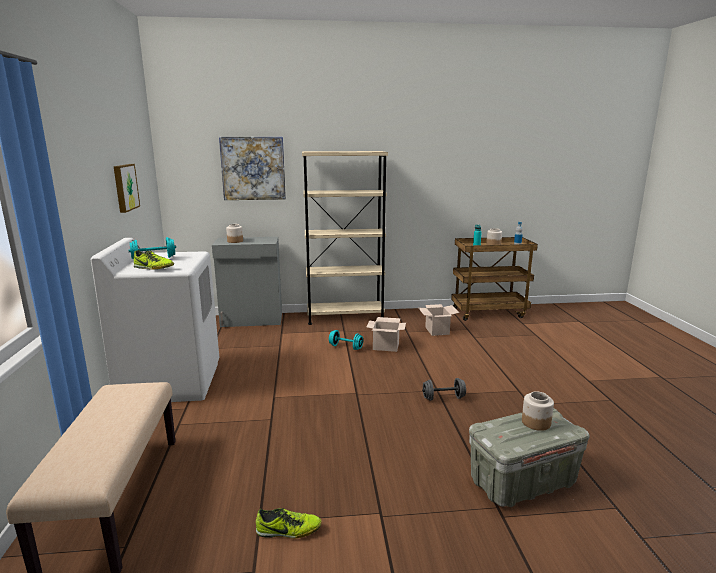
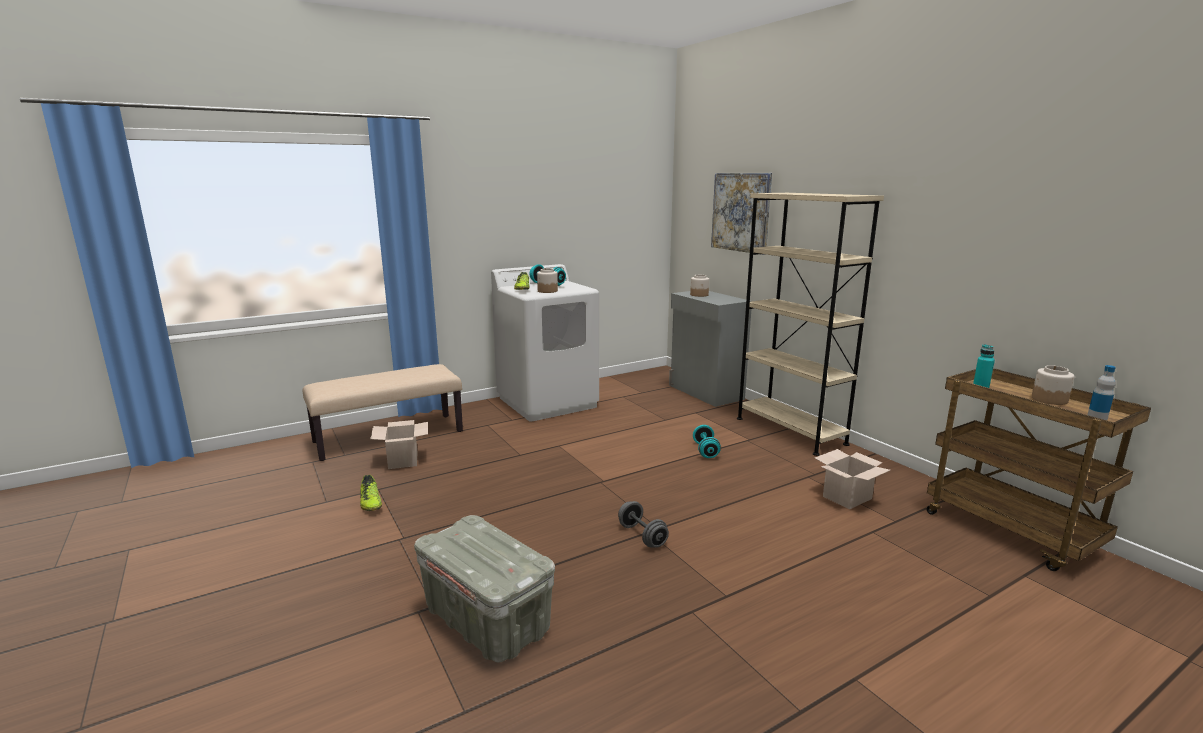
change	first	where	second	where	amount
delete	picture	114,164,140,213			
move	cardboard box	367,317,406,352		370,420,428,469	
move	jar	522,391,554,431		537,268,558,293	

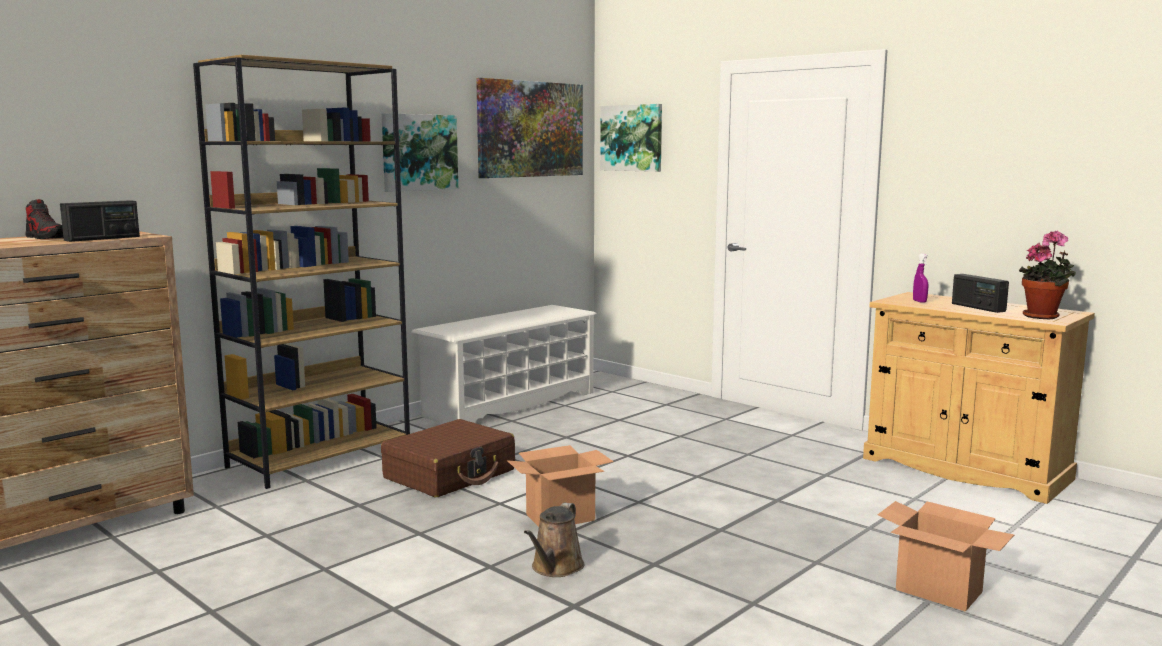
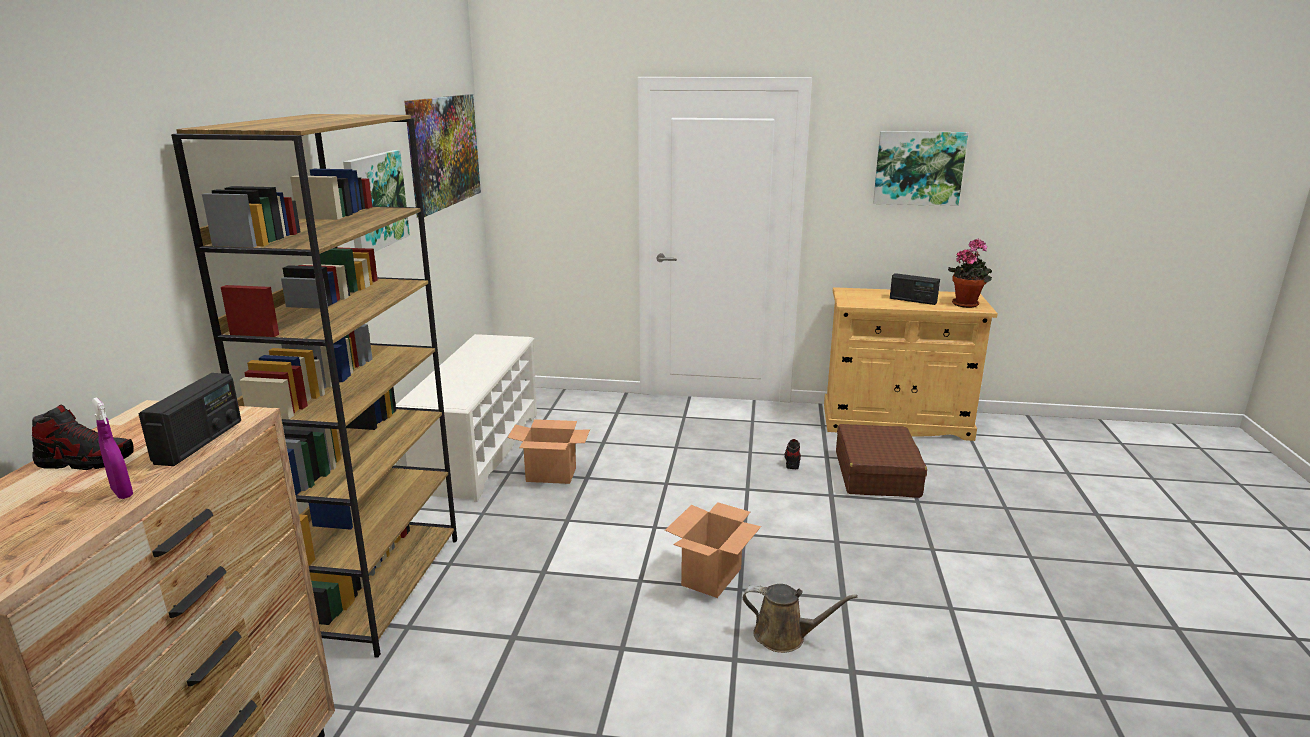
change	first	where	second	where	amount
insert			shoe	785,439,801,469	
move	brown suitcase	381,419,515,498		836,424,927,498	
move	picture	600,104,662,172		873,131,968,206	
move	cardboard box	878,501,1014,612		507,419,590,484	
move	purple spray bottle	913,254,928,303		92,397,133,499	
rotate	brown watering can	524,503,584,577		743,584,858,653	60 degrees counterclockwise

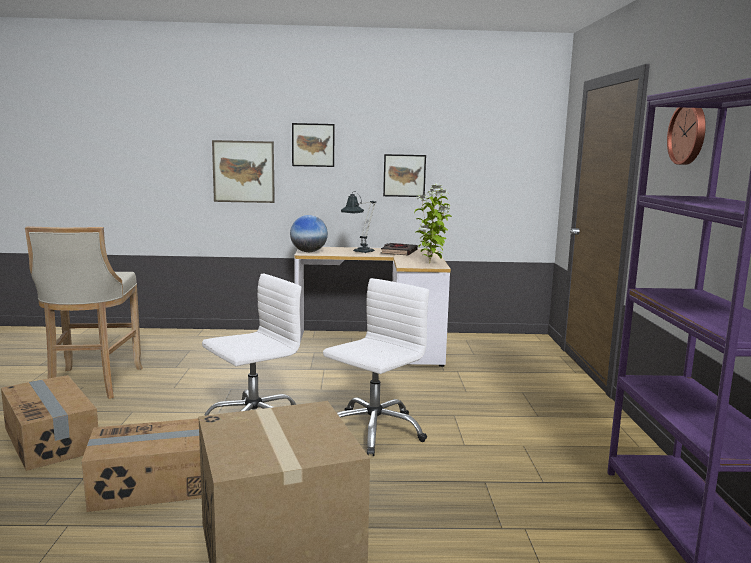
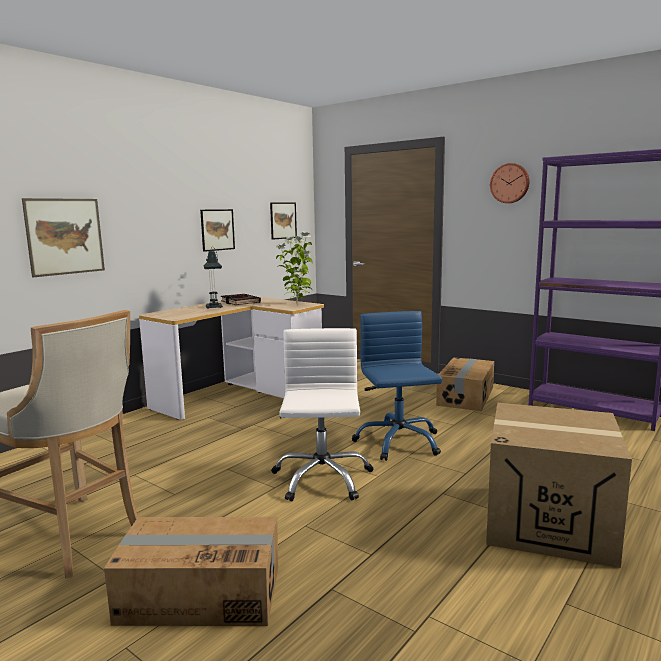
change	first	where	second	where	amount
delete	globe	290,215,328,252			
move	cardboard box	81,418,202,512		436,358,494,411	
move	picture	292,123,335,167		270,202,297,240	
recolor	white office chair	323,278,429,456	blue office chair	352,311,442,461	

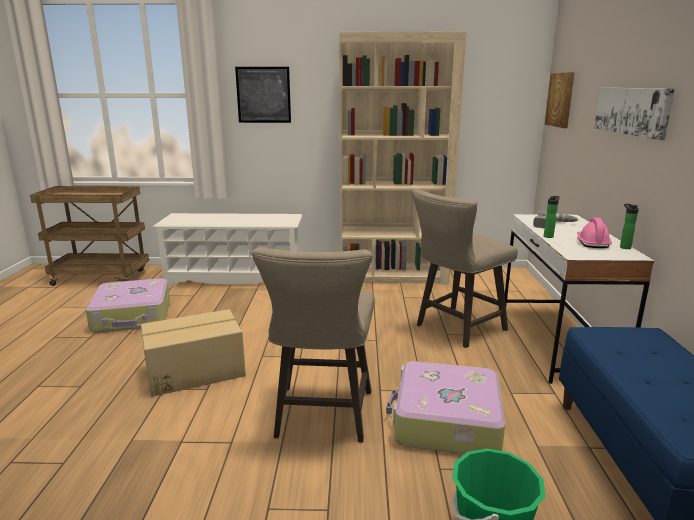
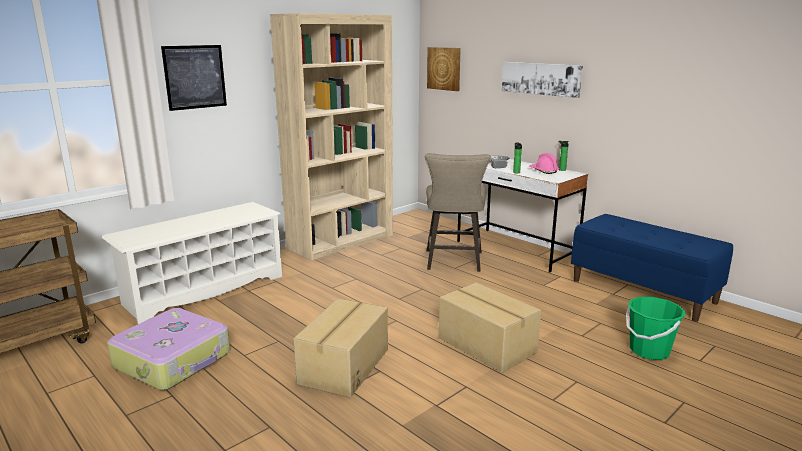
change	first	where	second	where	amount
delete	suitcase	386,361,505,454			
replace	beige stool	252,247,375,442	cardboard box	439,282,541,373	

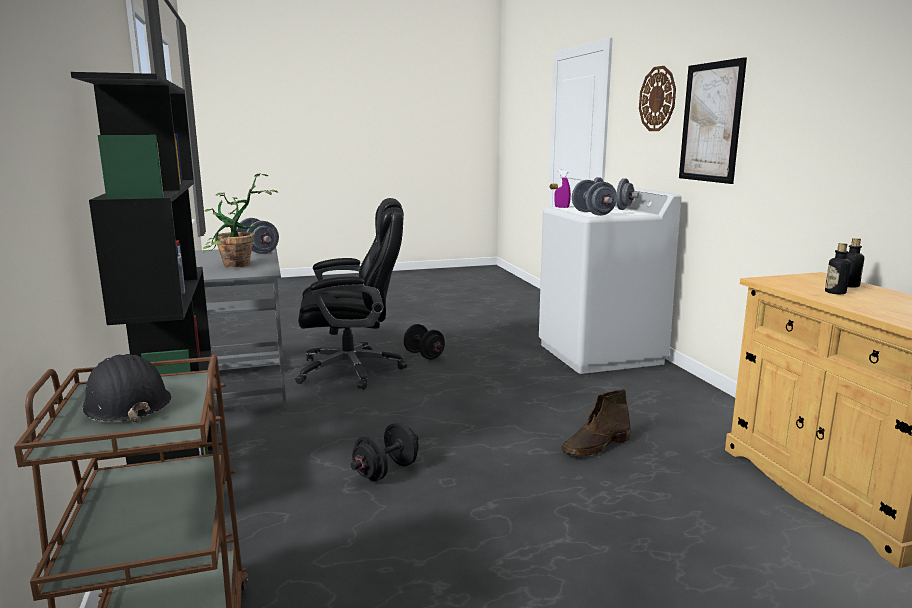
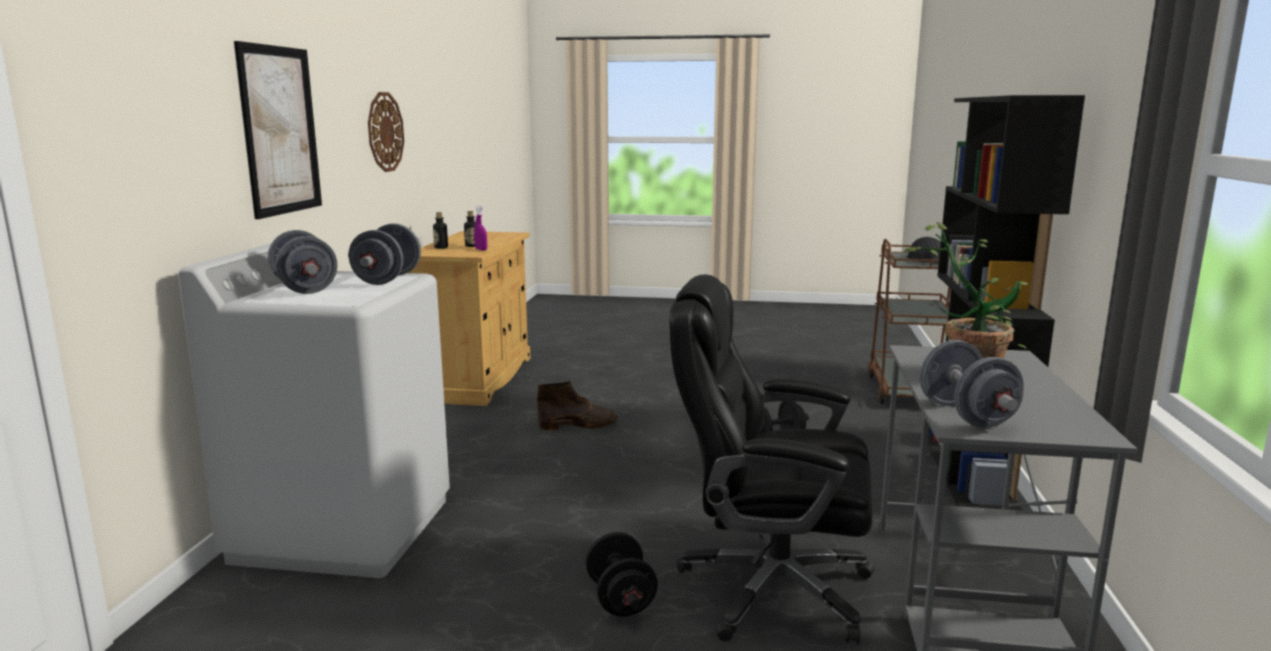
change	first	where	second	where	amount
move	purple spray bottle	554,170,571,208		474,206,487,250	
move	wall clock	639,66,676,131		368,92,404,172	

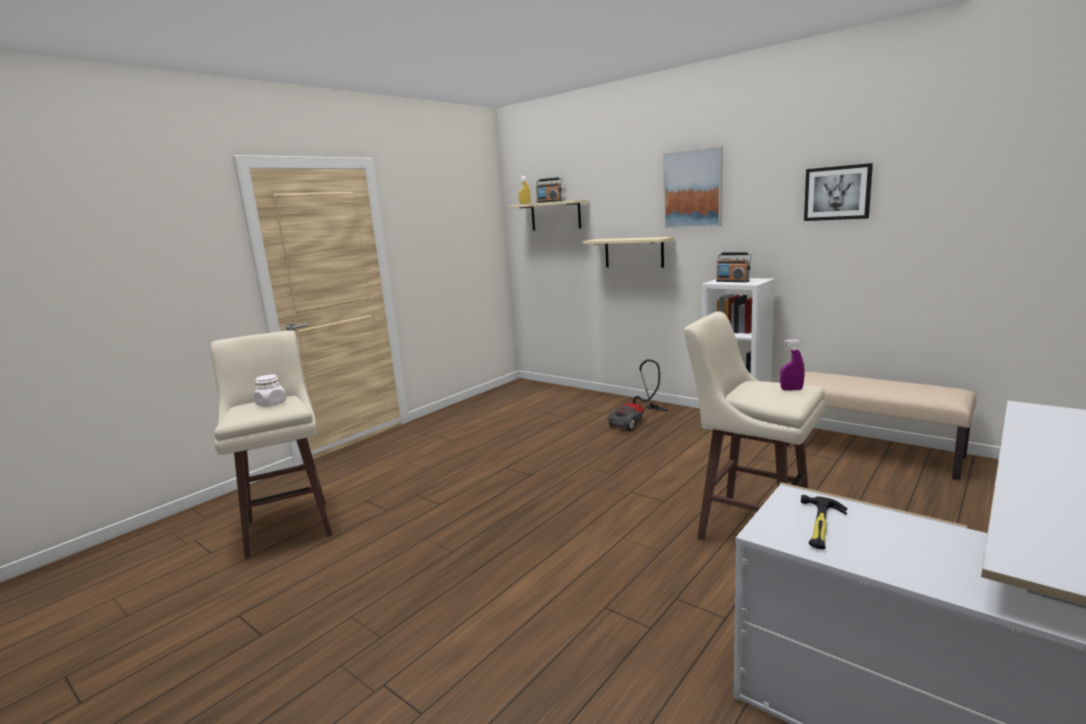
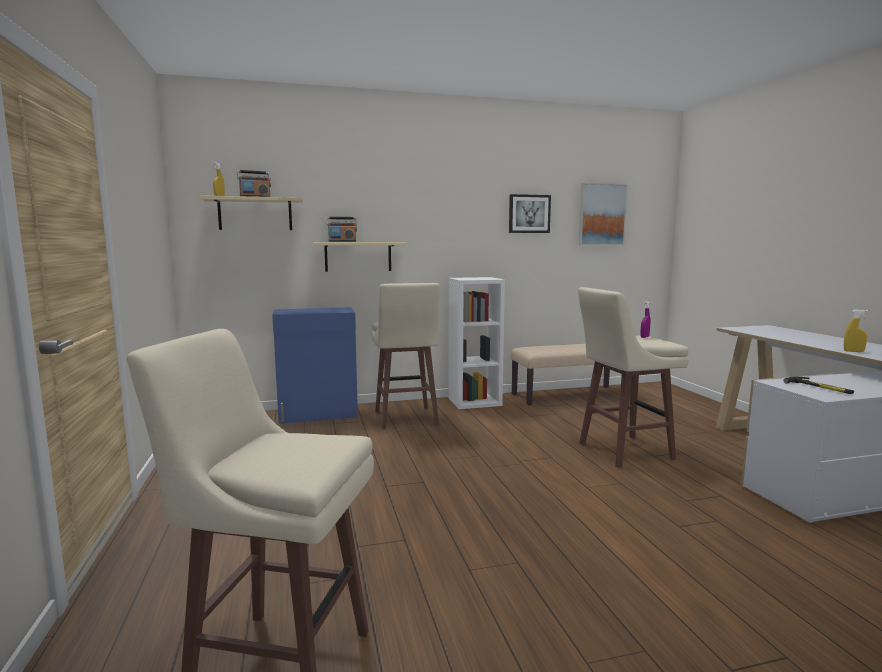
change	first	where	second	where	amount
delete	white jar	254,374,287,407			
insert			blue cabinet	272,307,358,424	
insert			yellow spray bottle	844,310,868,352	
move	picture	663,146,723,229		579,183,628,245	
move	radio	716,252,752,282		327,217,357,242	
replace	vacuum cleaner	608,359,669,431	beige stool	371,283,440,429	

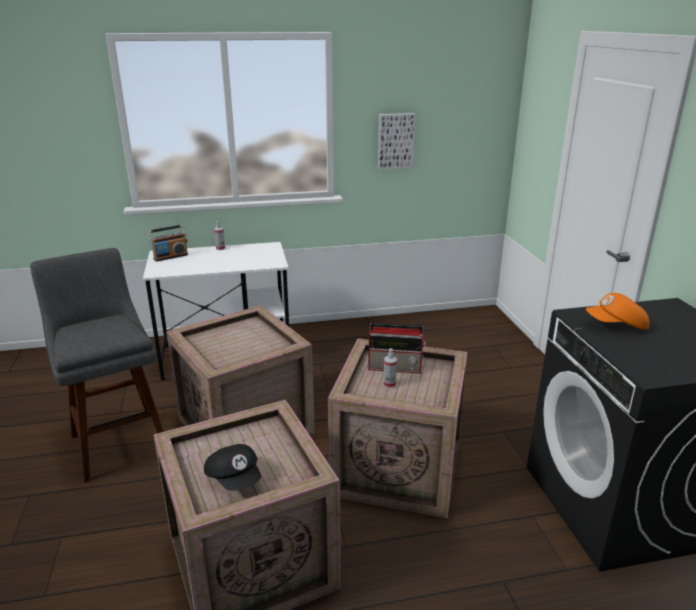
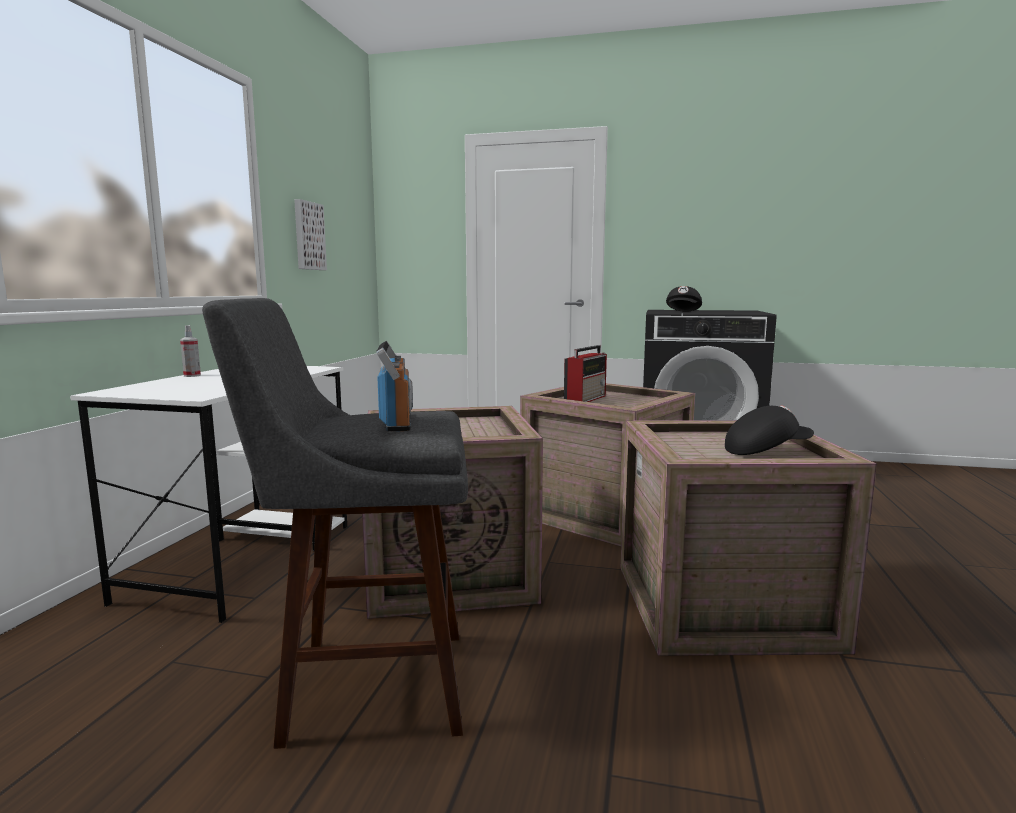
change	first	where	second	where	amount
delete	spray bottle	383,348,397,388			
move	radio	148,225,188,262		376,341,413,432	
recolor	orange cap	586,293,650,330	black cap	666,286,702,312	

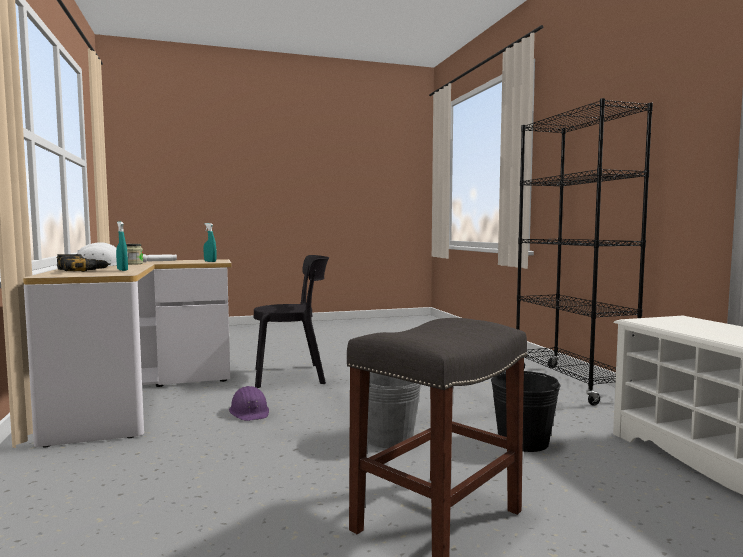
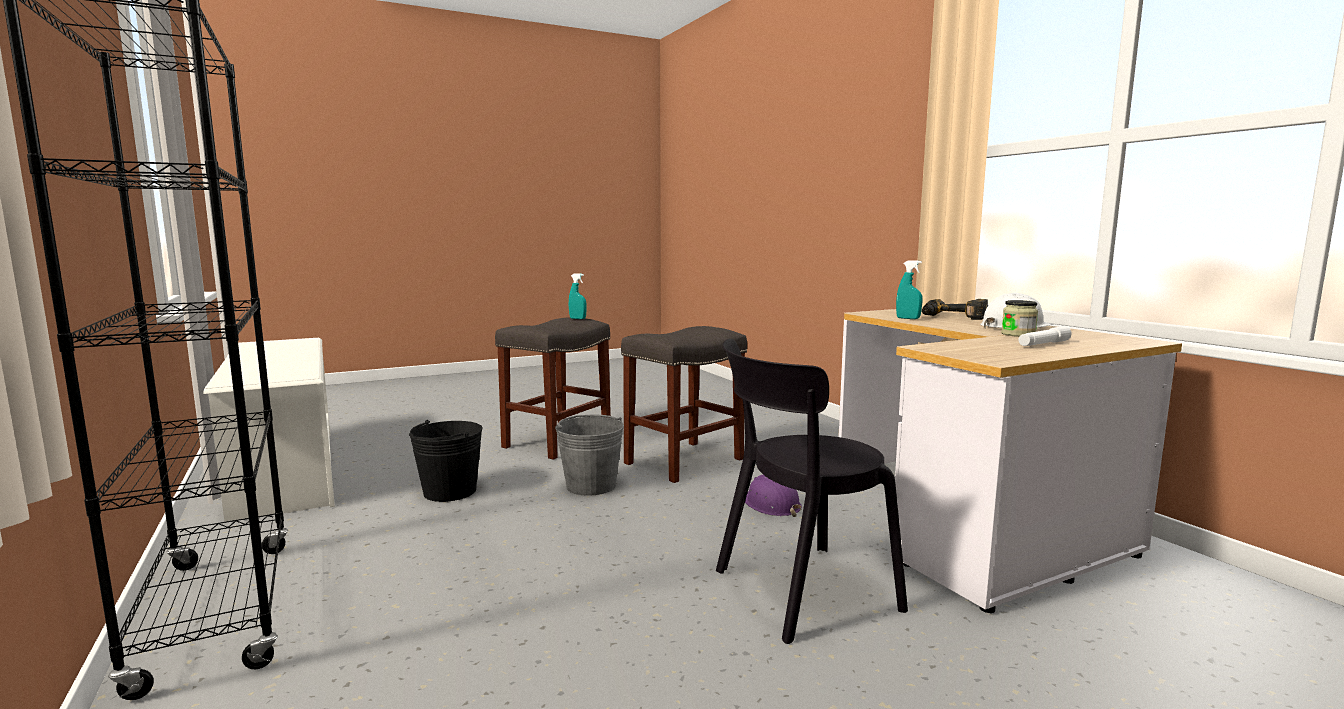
change	first	where	second	where	amount
insert			grey stool	621,326,747,483	
move	turquoise spray bottle	203,223,217,262		569,274,587,319	

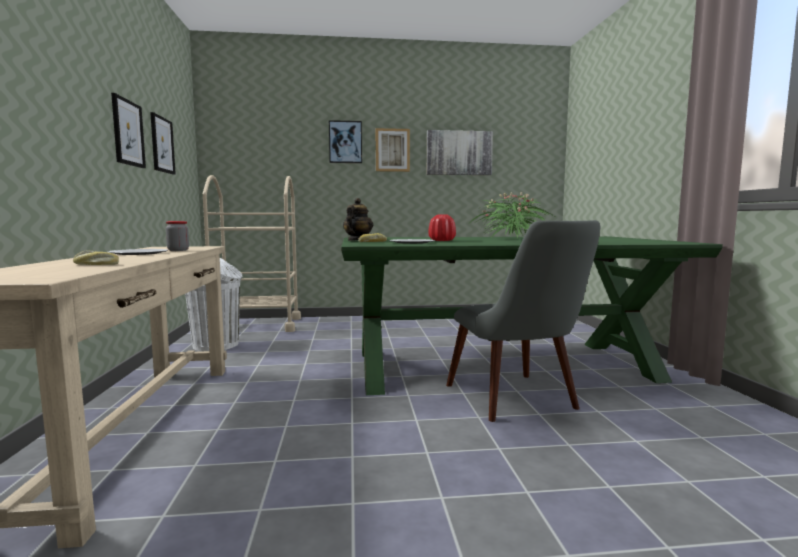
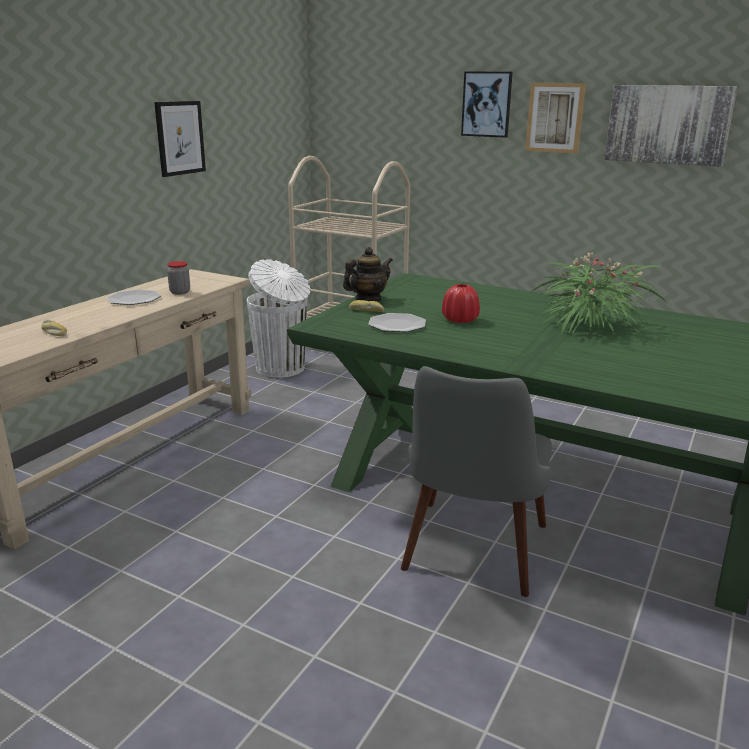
change	first	where	second	where	amount
delete	picture	150,112,176,175			

